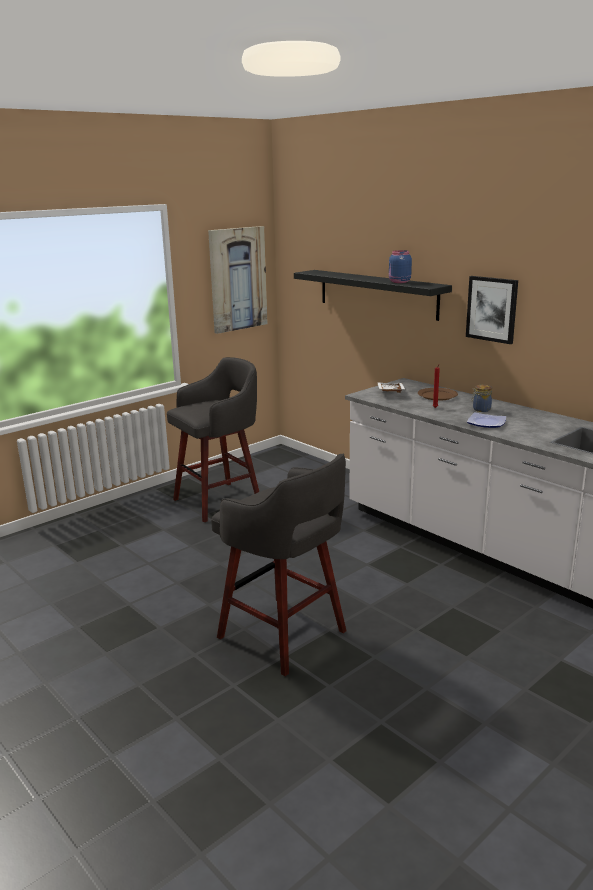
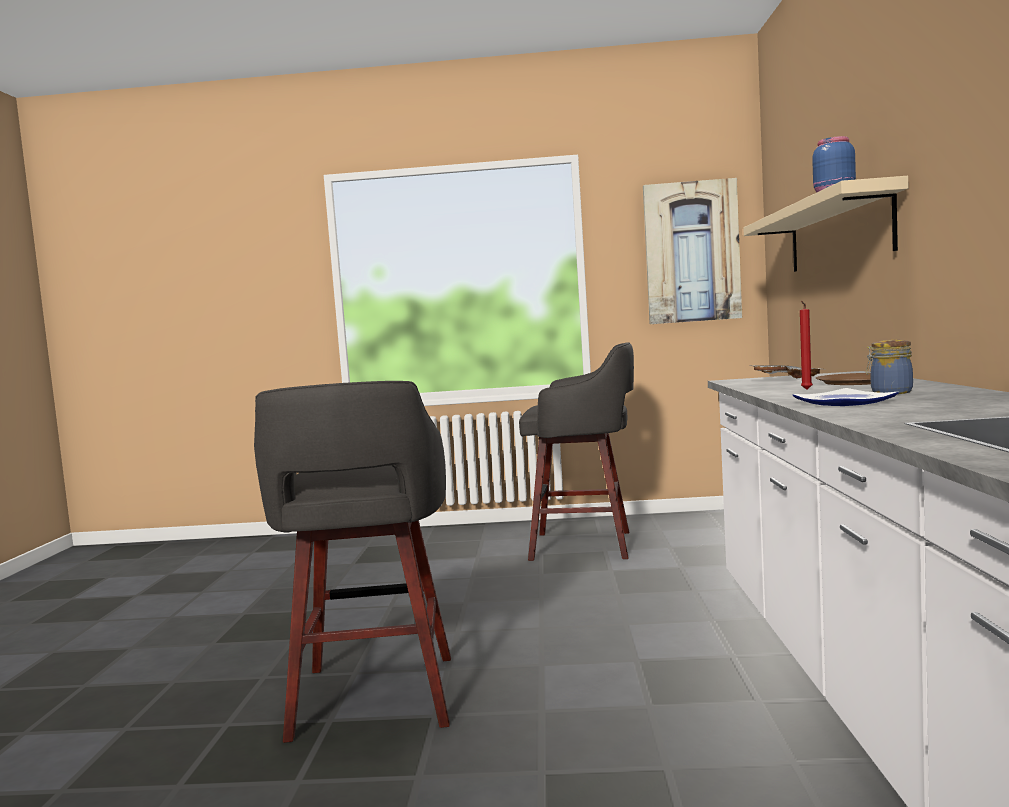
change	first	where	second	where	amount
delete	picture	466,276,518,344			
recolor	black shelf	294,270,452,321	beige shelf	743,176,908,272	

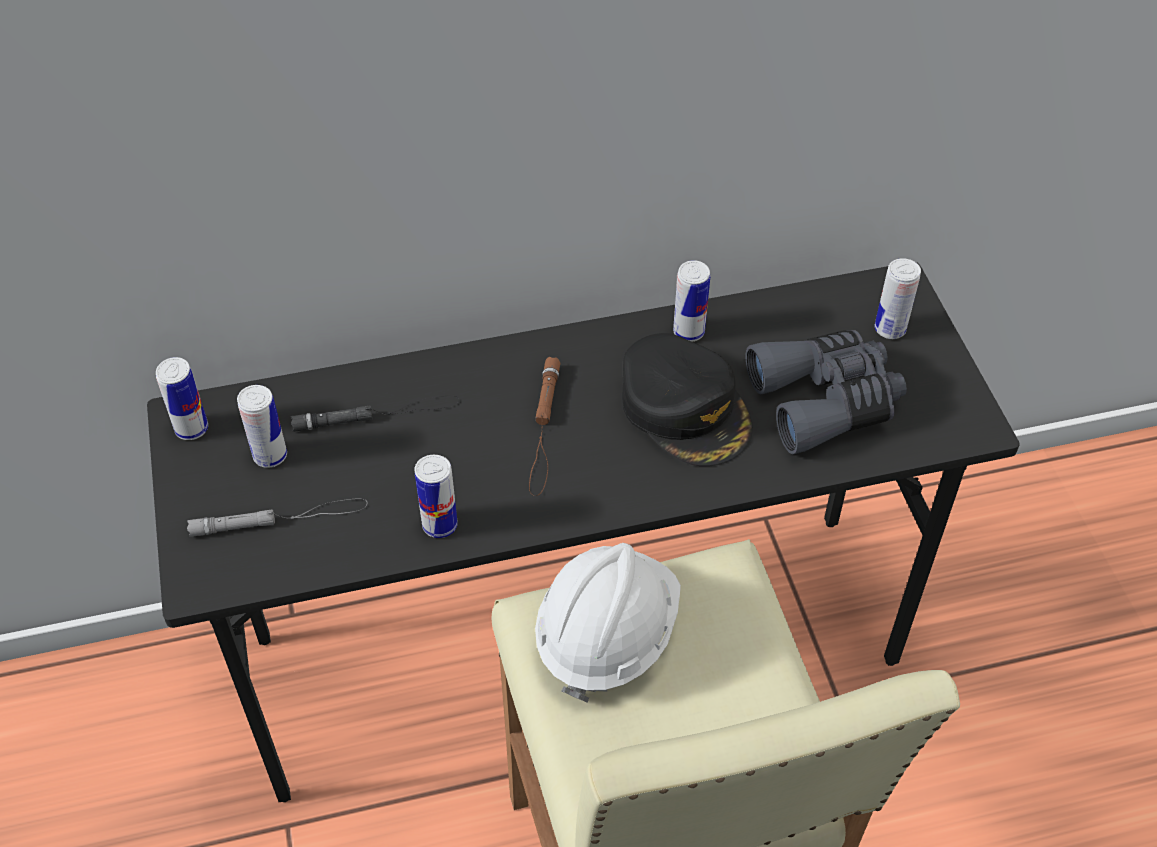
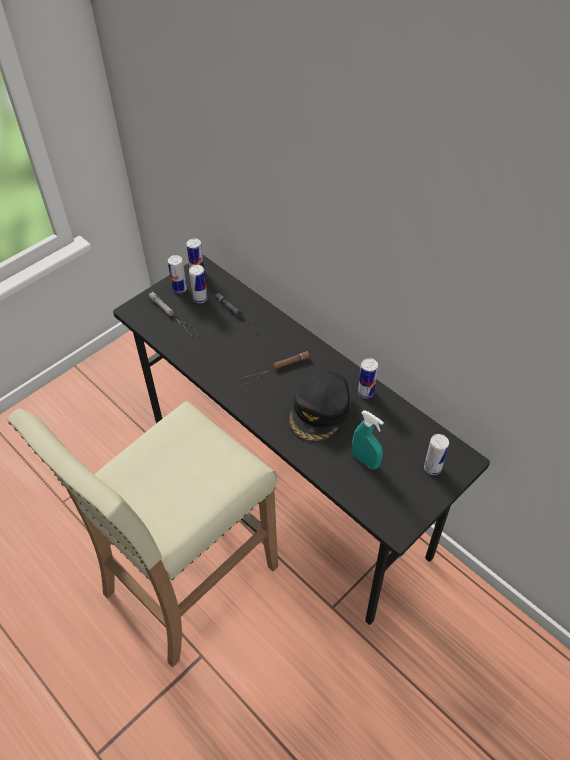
change	first	where	second	where	amount
delete	white hard hat	535,543,681,702			
move	can	415,455,458,538		168,255,187,293	
replace	grey binoculars	745,330,907,454	turquoise spray bottle	352,410,384,470	

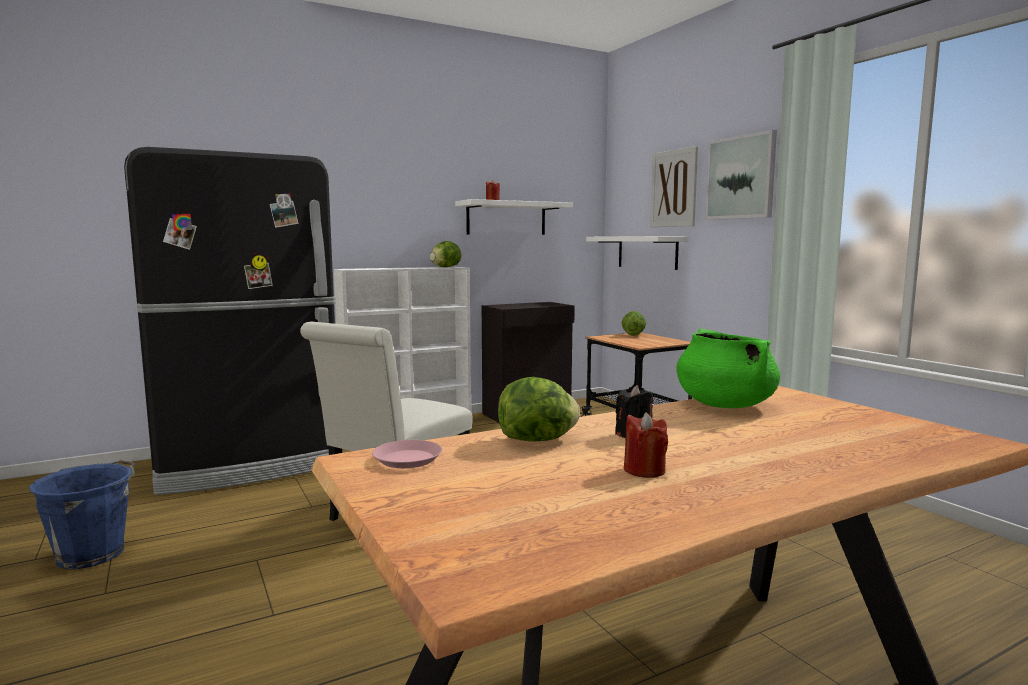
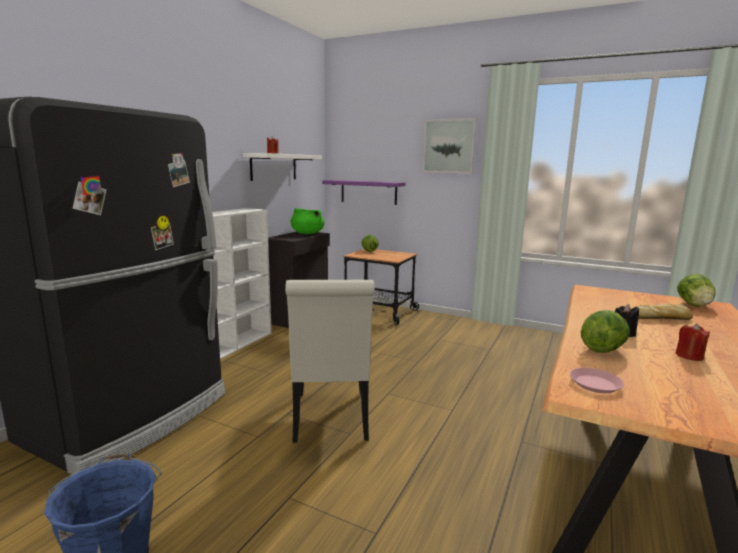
change	first	where	second	where	amount
delete	picture	650,146,698,227			
insert			bread	637,304,693,320	
move	lettuce	430,241,462,267		677,274,715,307	
move	green cooking pot	676,328,780,408		290,208,325,234	
recolor	white shelf	586,236,688,270	purple shelf	322,180,405,205	

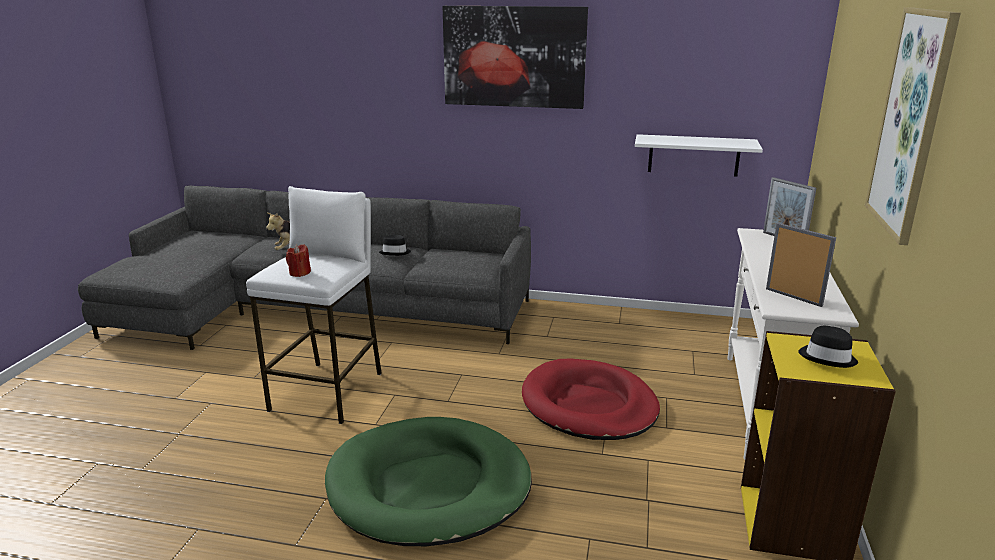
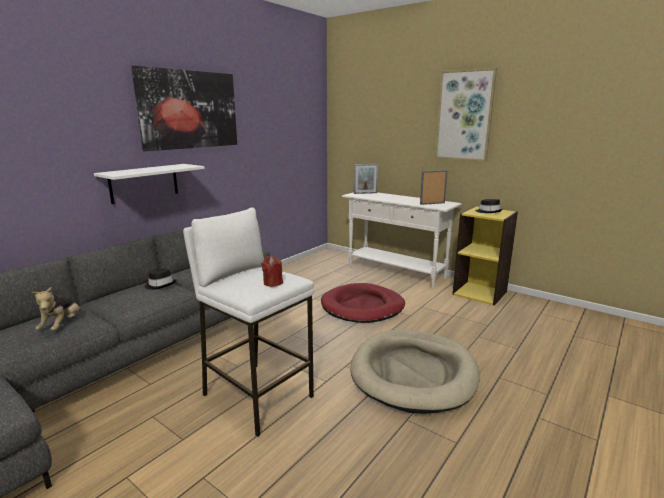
change	first	where	second	where	amount
move	white shelf	635,134,763,177		94,164,205,204	
recolor	green dog bed	325,417,532,546	beige dog bed	350,330,480,414	

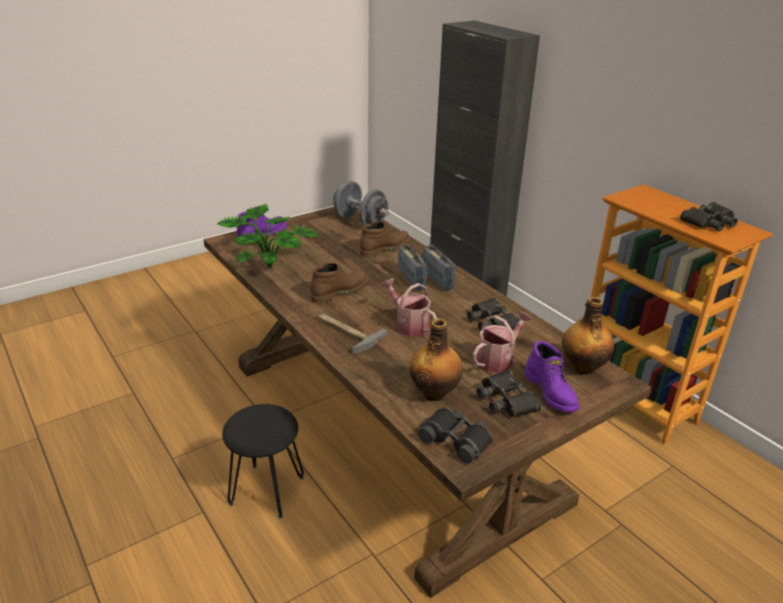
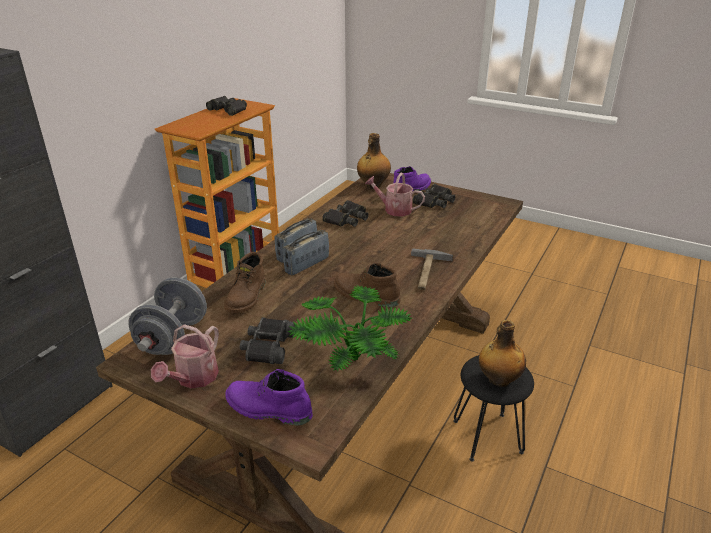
change	first	where	second	where	amount
move	watering can	381,278,437,337		151,324,219,389	
move	bottle	410,318,463,401		479,320,526,387	
move	black binoculars	418,408,493,464		240,317,295,364	
rotate	brown boot	360,222,411,257		224,252,265,313	105 degrees counterclockwise

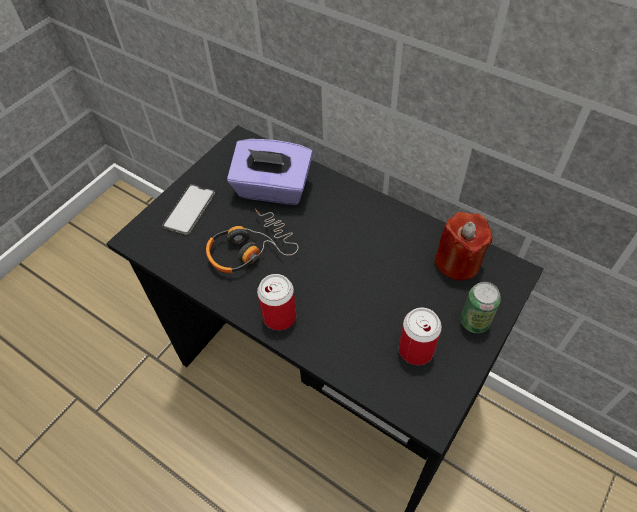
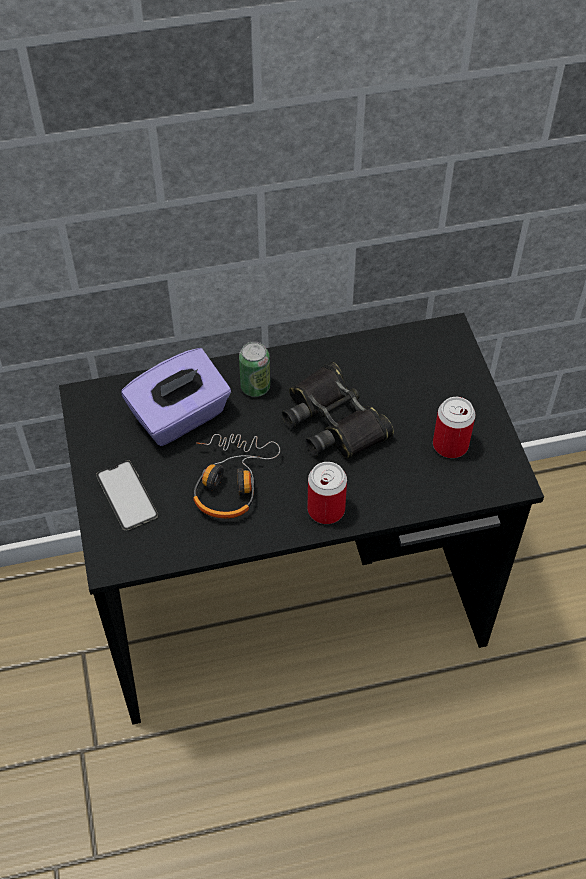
change	first	where	second	where	amount
delete	red candle	434,212,493,280			
insert			black binoculars	282,362,394,458	
move	can	461,282,501,333		239,341,270,397	

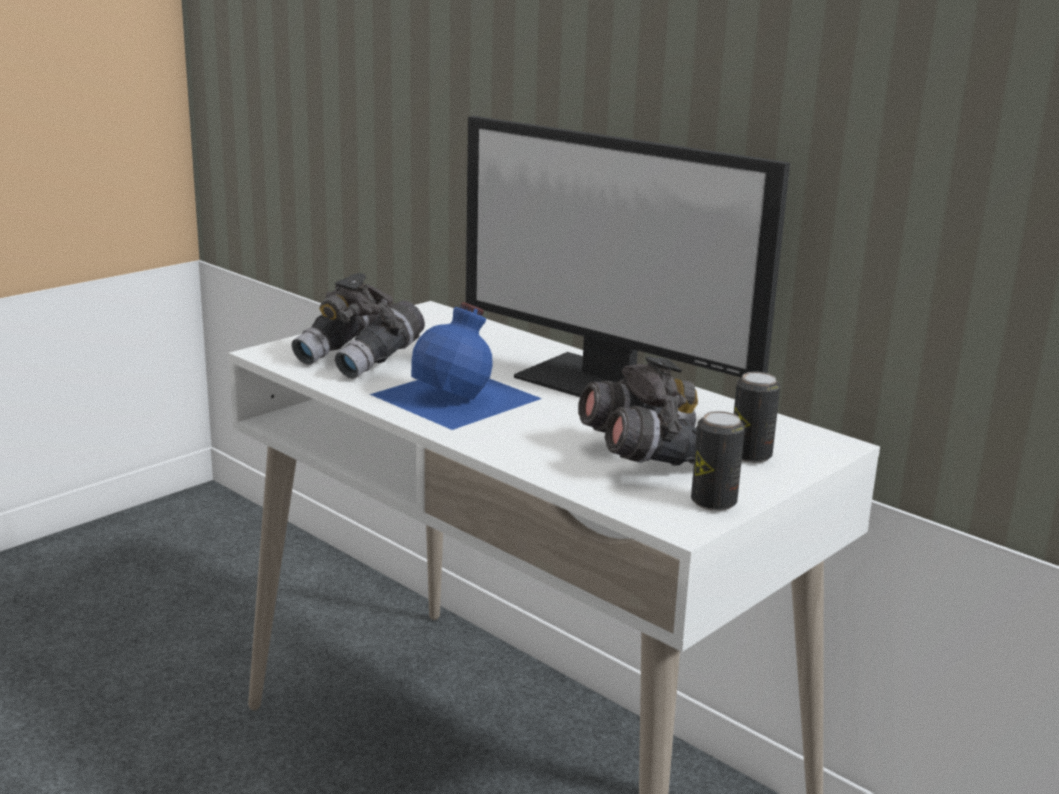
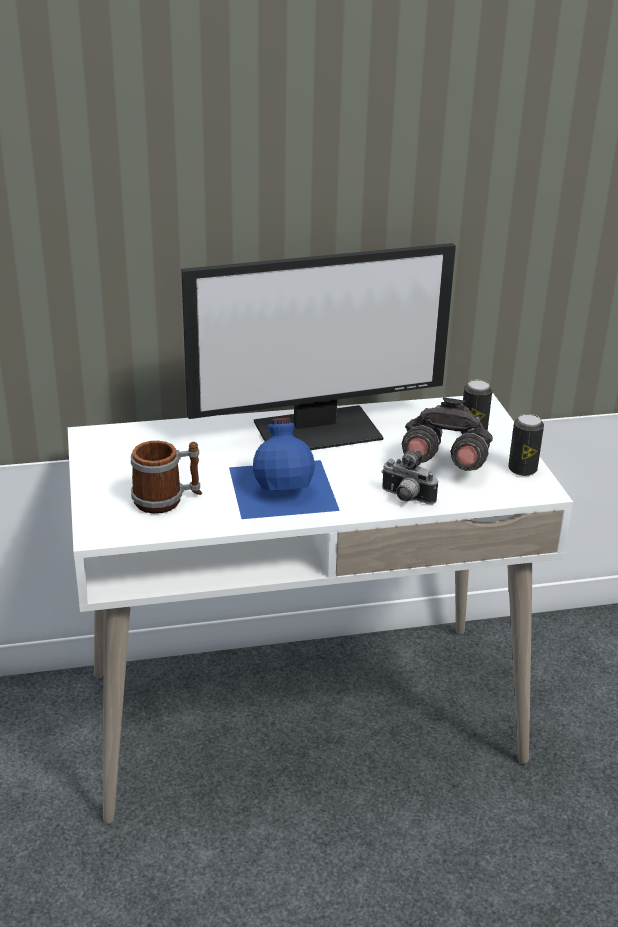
change	first	where	second	where	amount
insert			photo camera	381,450,438,504	
replace	grey binoculars	291,273,425,379	mug	131,441,202,514	

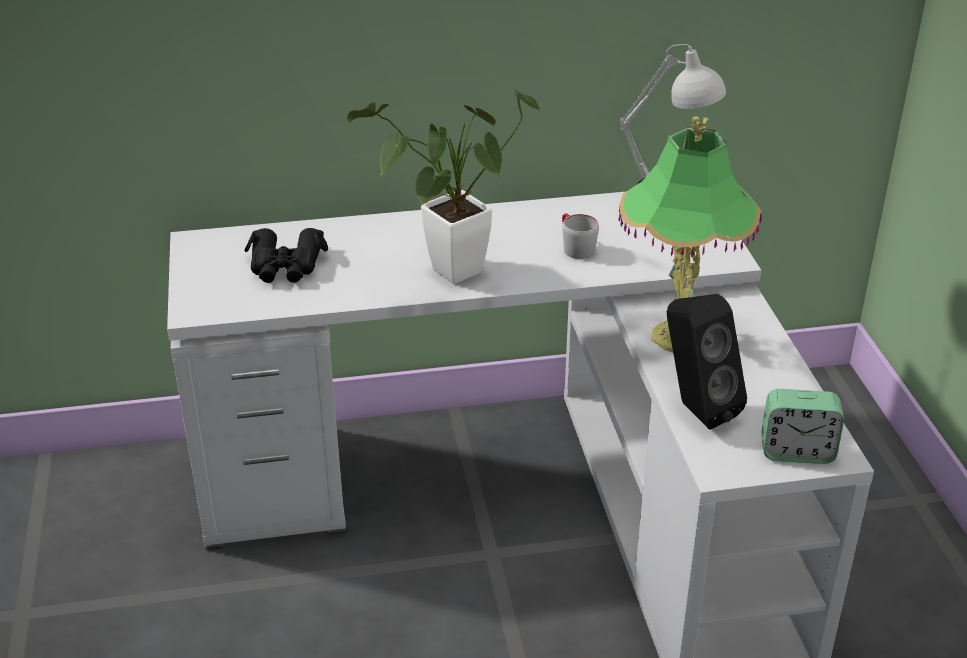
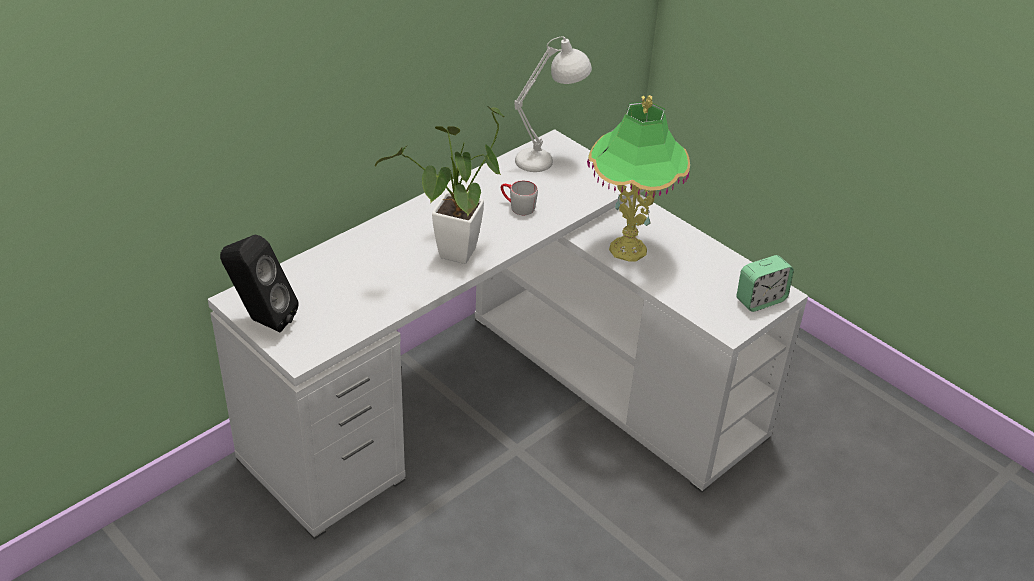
change	first	where	second	where	amount
delete	black binoculars	244,228,328,283			
move	black speaker	667,294,747,430		220,235,299,332	

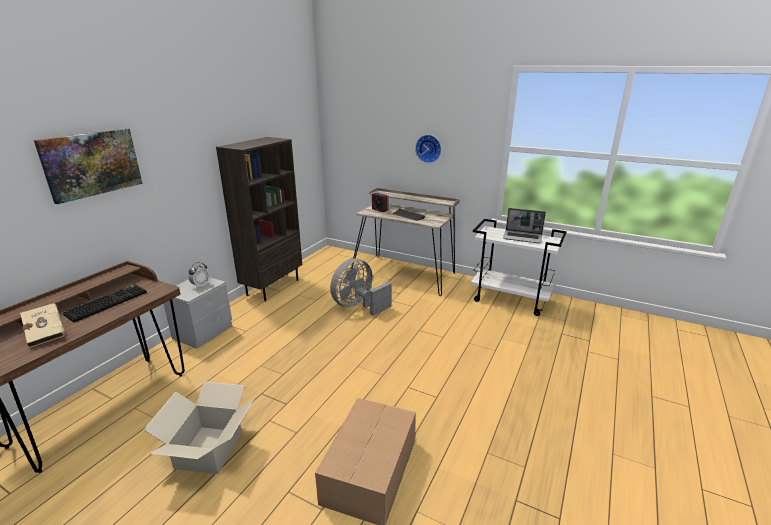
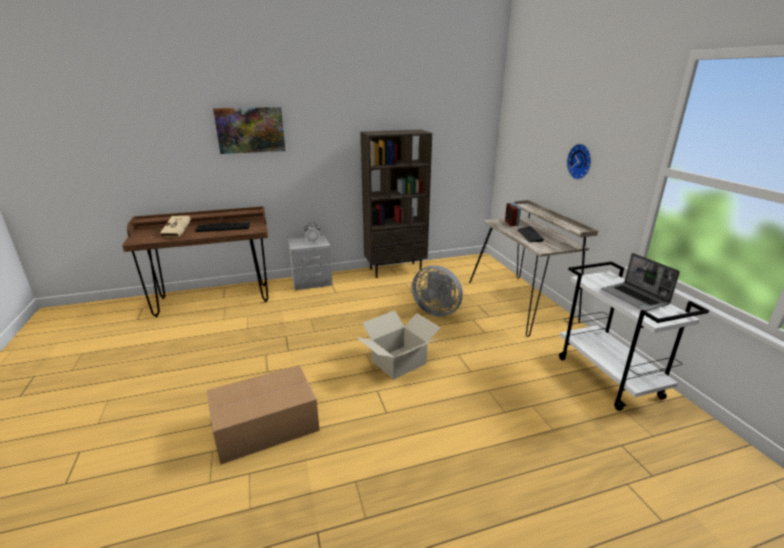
change	first	where	second	where	amount
move	cardboard box	144,381,254,474		356,311,441,380	
rotate	grey fan	330,258,391,316		412,265,463,317	150 degrees counterclockwise

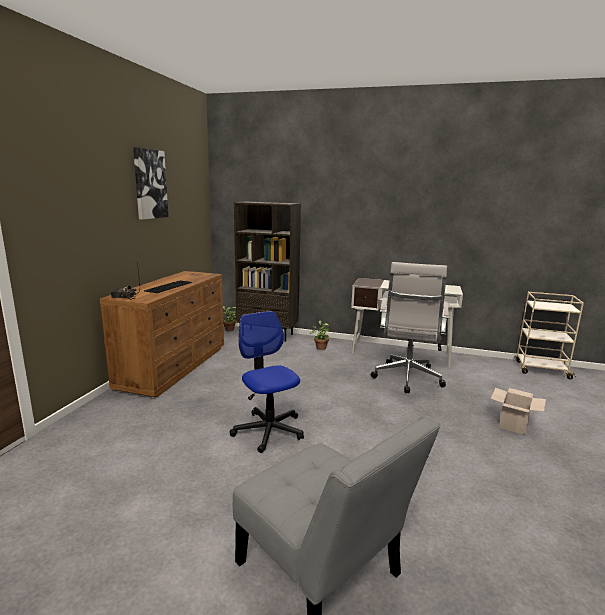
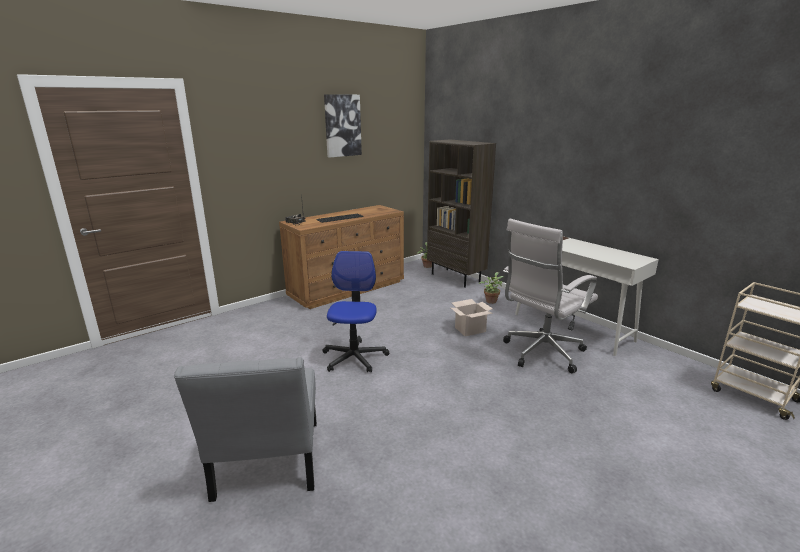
change	first	where	second	where	amount
move	cardboard box	491,388,546,435		451,299,493,336	

